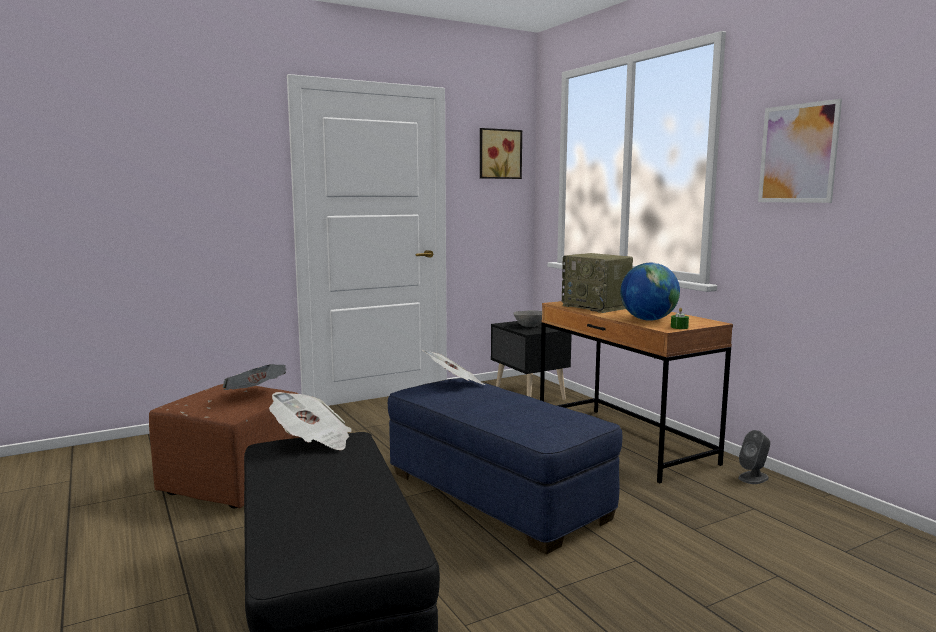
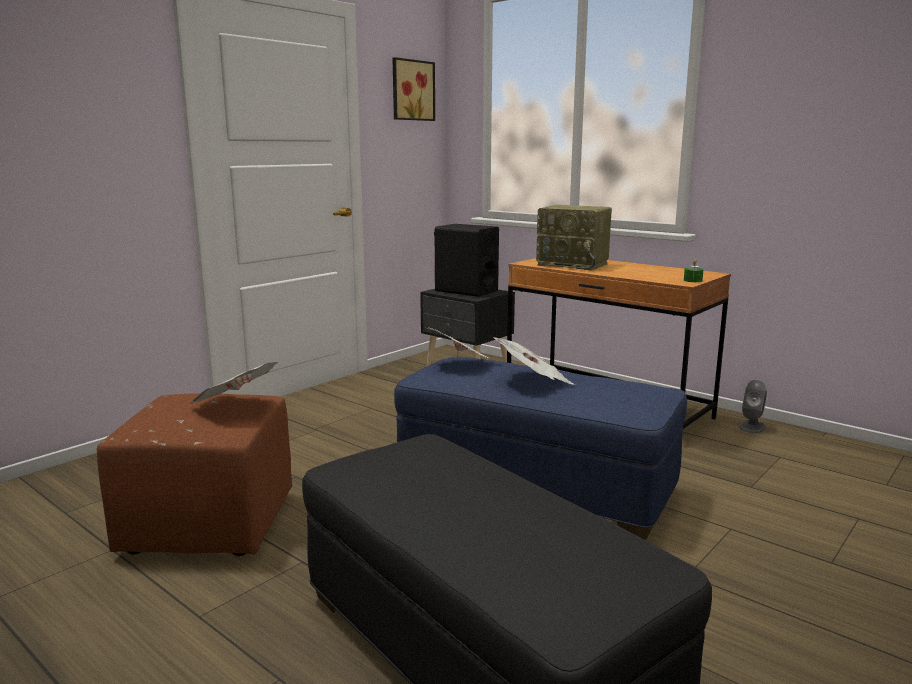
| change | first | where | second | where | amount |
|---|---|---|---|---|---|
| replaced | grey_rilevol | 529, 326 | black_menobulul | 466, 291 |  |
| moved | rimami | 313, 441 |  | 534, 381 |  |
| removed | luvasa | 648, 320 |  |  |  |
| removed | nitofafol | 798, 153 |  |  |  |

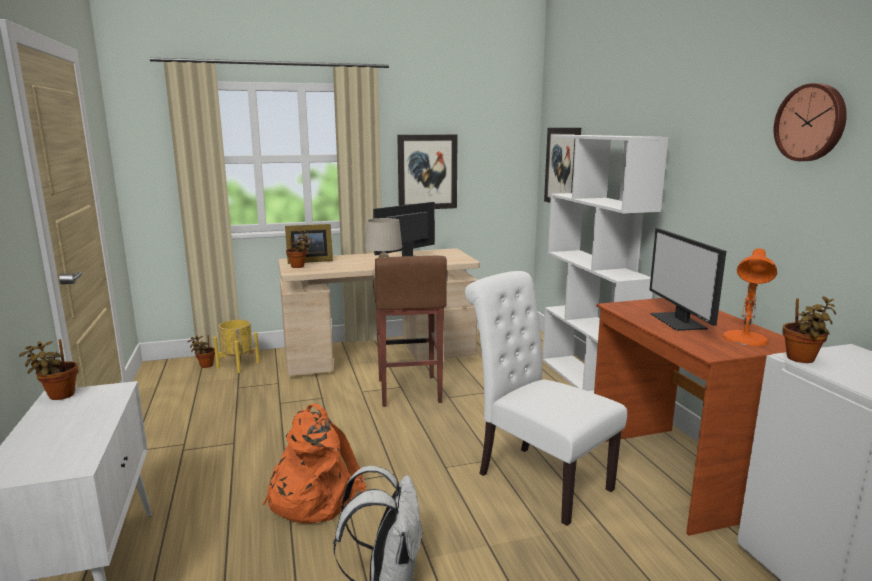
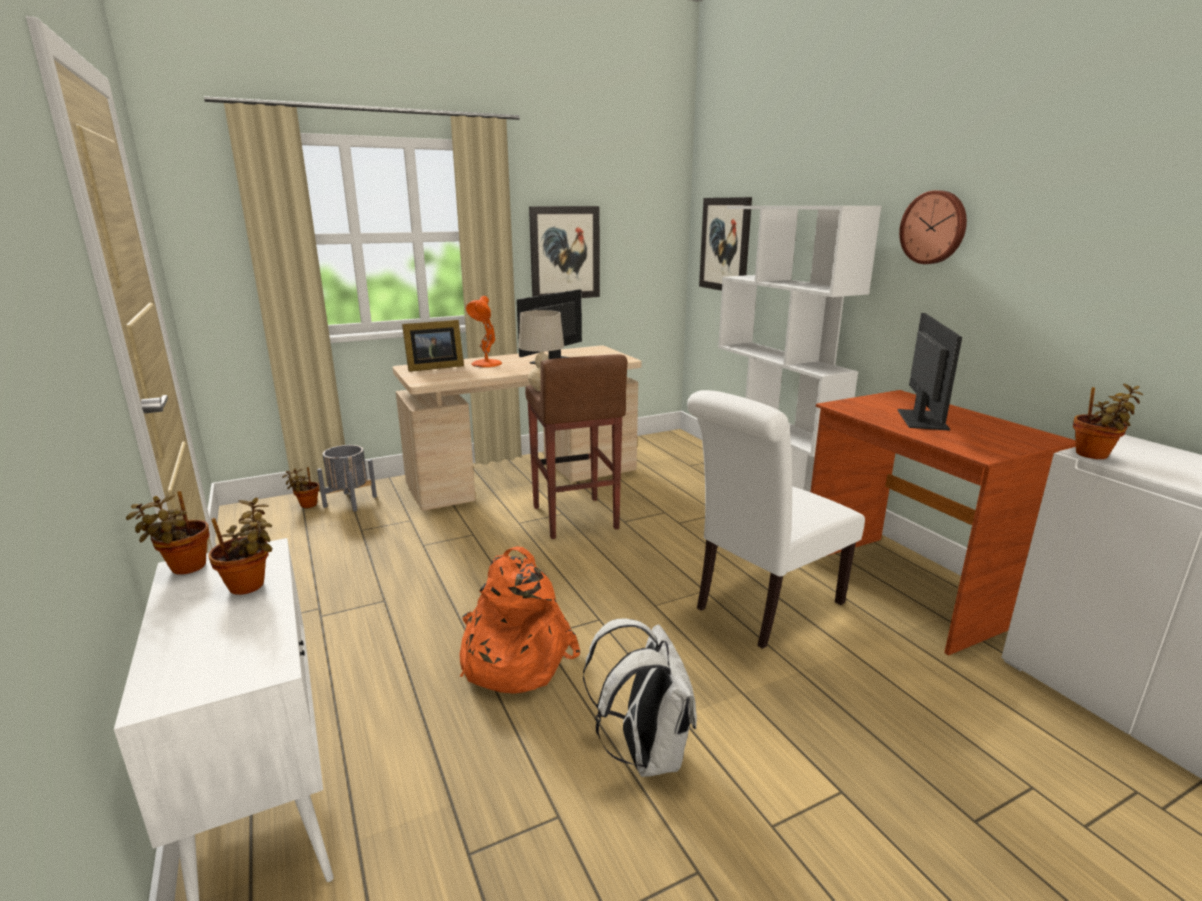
| change | first | where | second | where | amount |
|---|---|---|---|---|---|
| moved | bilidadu | 299, 266 |  | 251, 586 |  |
| recoloured | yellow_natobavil | 238, 365 | grey_natobavil | 350, 501 |  |
| moved | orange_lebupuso | 745, 339 |  | 486, 364 |  |
| turned | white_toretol | 537, 478 |  | 762, 608 | 75 degrees counterclockwise |
| turned | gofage | 679, 321 |  | 920, 419 | 150 degrees counterclockwise |
| moved | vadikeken | 811, 123 |  | 934, 227 |  |

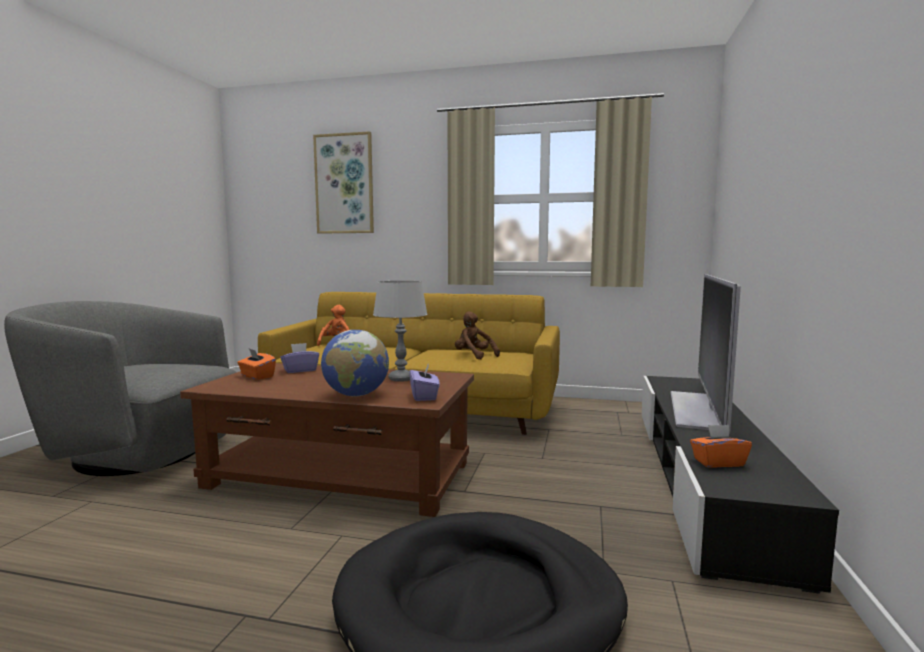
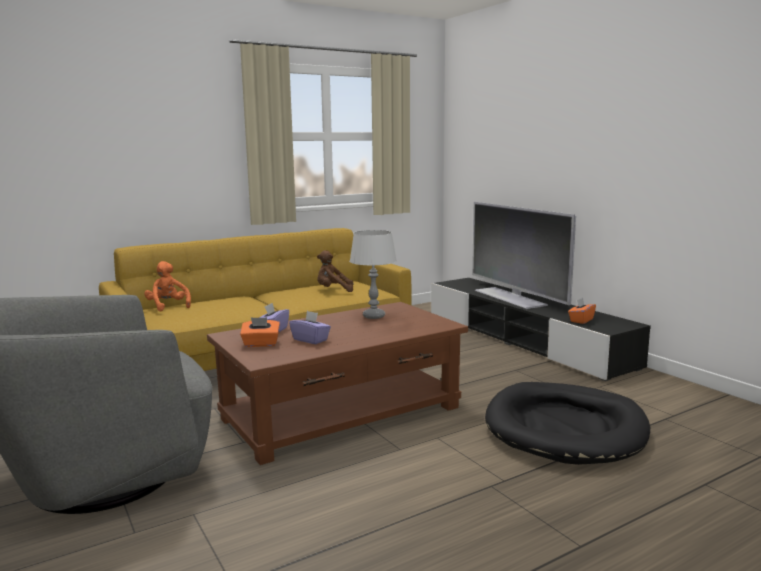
| change | first | where | second | where | amount |
|---|---|---|---|---|---|
| moved | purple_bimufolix | 424, 396 |  | 310, 340 |  |
| removed | nitofafol | 344, 184 |  |  |  |
| removed | luvasa | 356, 395 |  |  |  |

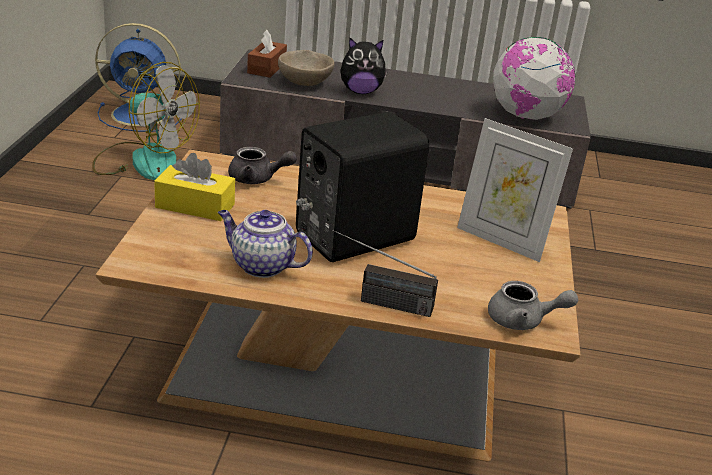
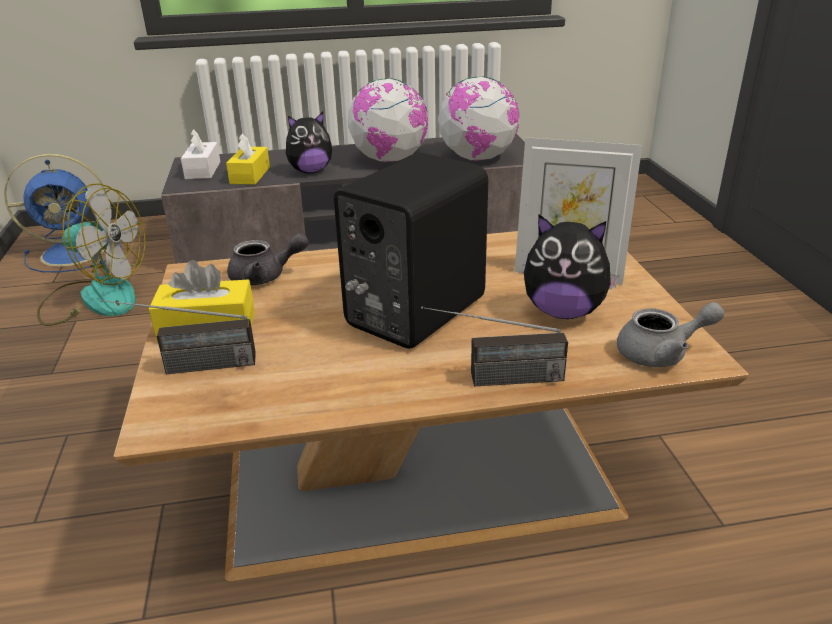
| change | first | where | second | where | amount |
|---|---|---|---|---|---|
| added |  |  | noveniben | 187, 367 |  |
| recoloured | brown_bimufolix | 266, 68 | white_bimufolix | 203, 170 |  |
| replaced | beige_rilevol | 305, 83 | yellow_bimufolix | 250, 175 |  |
| added |  |  | luvasa | 390, 159 |  |
| added |  |  | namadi | 564, 312 |  |
| removed | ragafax | 261, 265 |  |  |  |

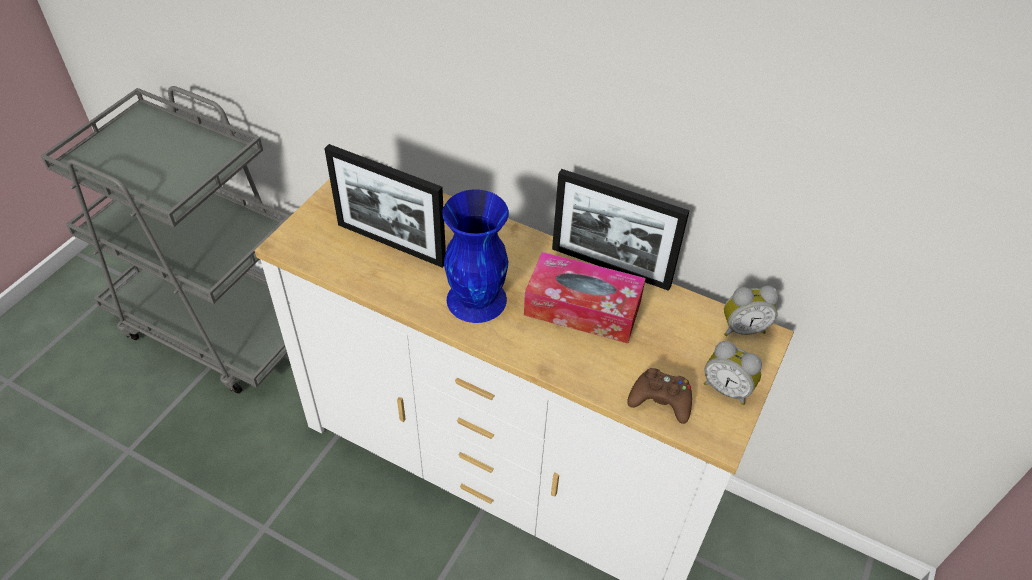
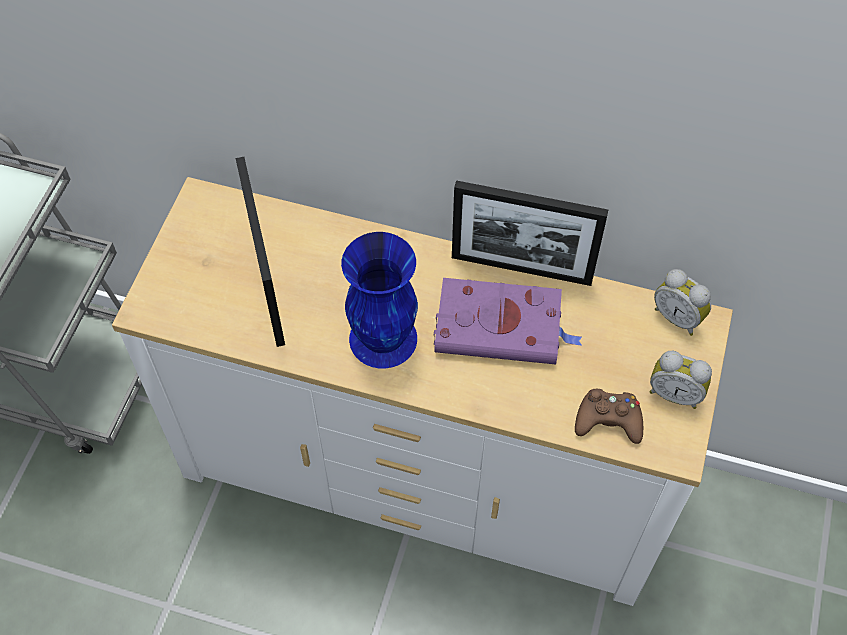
| change | first | where | second | where | amount |
|---|---|---|---|---|---|
| turned | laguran | 391, 243 |  | 267, 286 | 60 degrees clockwise |
| replaced | bimufolix | 582, 308 | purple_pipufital | 502, 327 |  |
| turned | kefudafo | 742, 328 |  | 678, 317 | 60 degrees clockwise |

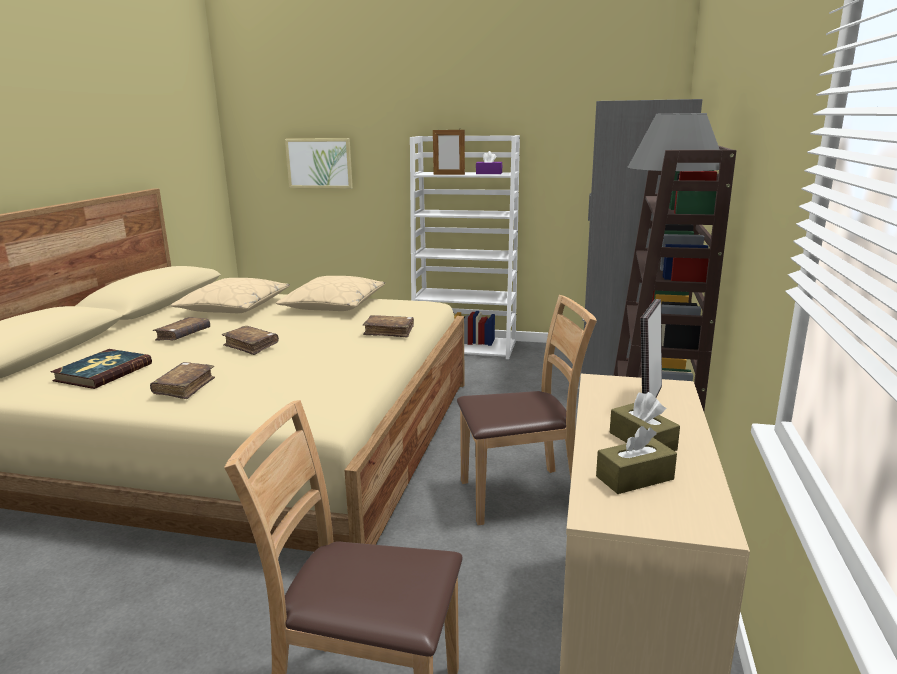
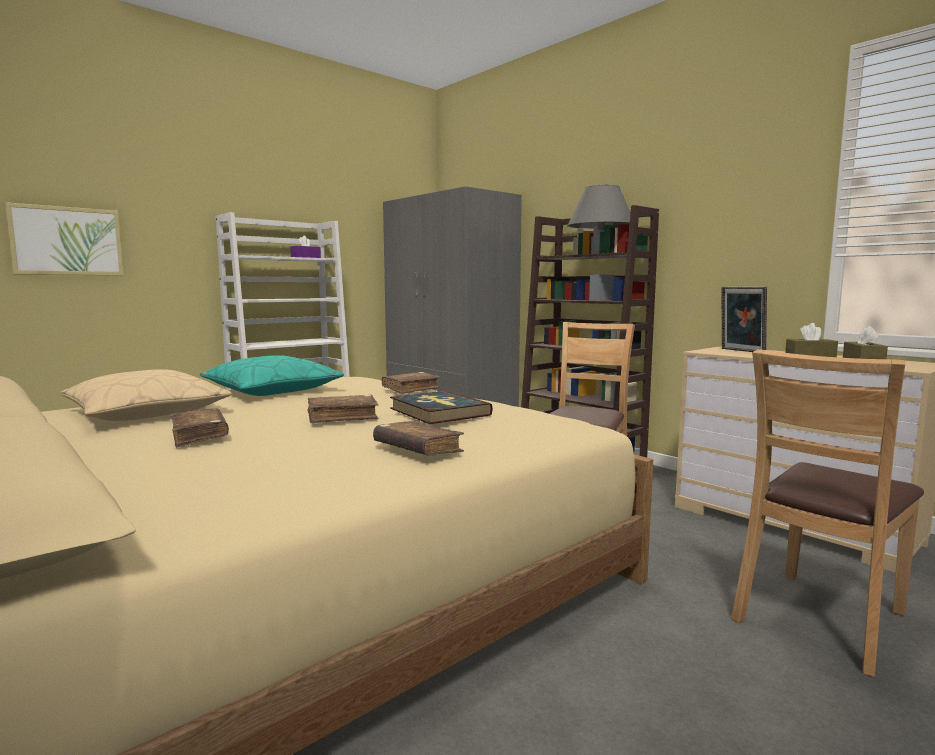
| change | first | where | second | where | amount |
|---|---|---|---|---|---|
| recoloured | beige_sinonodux | 334, 305 | turquoise_sinonodux | 271, 390 |  |
| moved | pipufital | 103, 372 |  | 439, 412 |  |
| removed | laguran | 449, 174 |  |  |  |

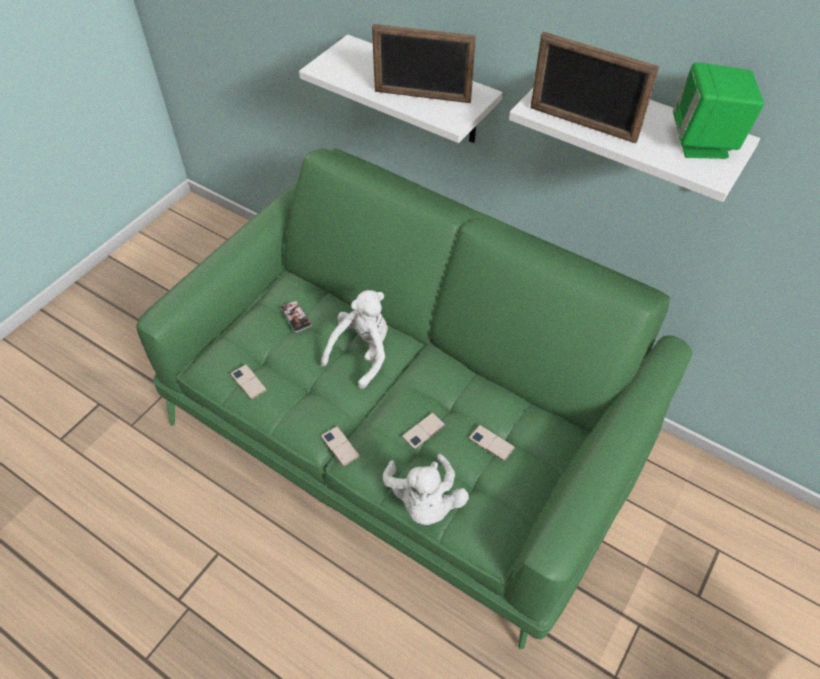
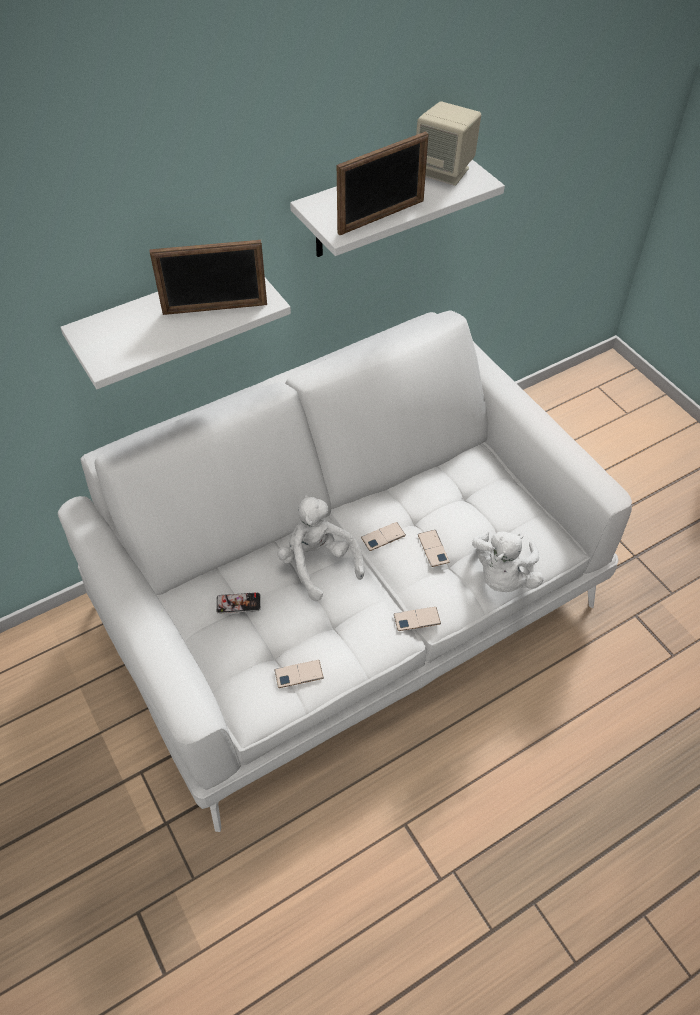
| change | first | where | second | where | amount |
|---|---|---|---|---|---|
| recoloured | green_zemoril | 409, 429 | white_zemoril | 350, 601 |  |
| turned | laguran | 422, 96 |  | 215, 309 | 45 degrees clockwise |
| moved | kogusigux | 491, 443 |  | 383, 536 |  |
| recoloured | green_menobulul | 703, 143 | beige_menobulul | 445, 171 |  |
| turned | white_namadi | 424, 502 |  | 502, 576 | 90 degrees clockwise |

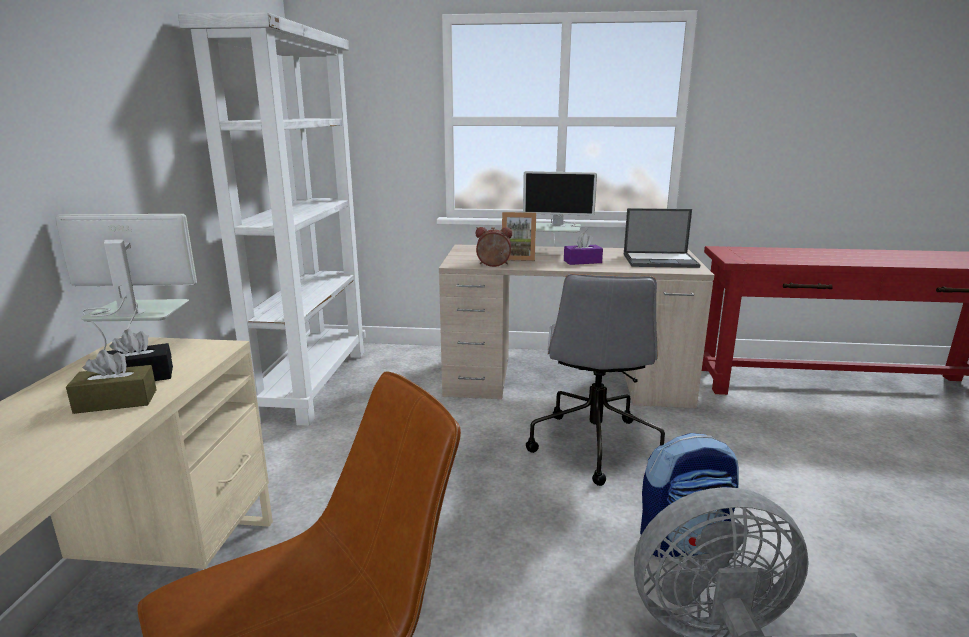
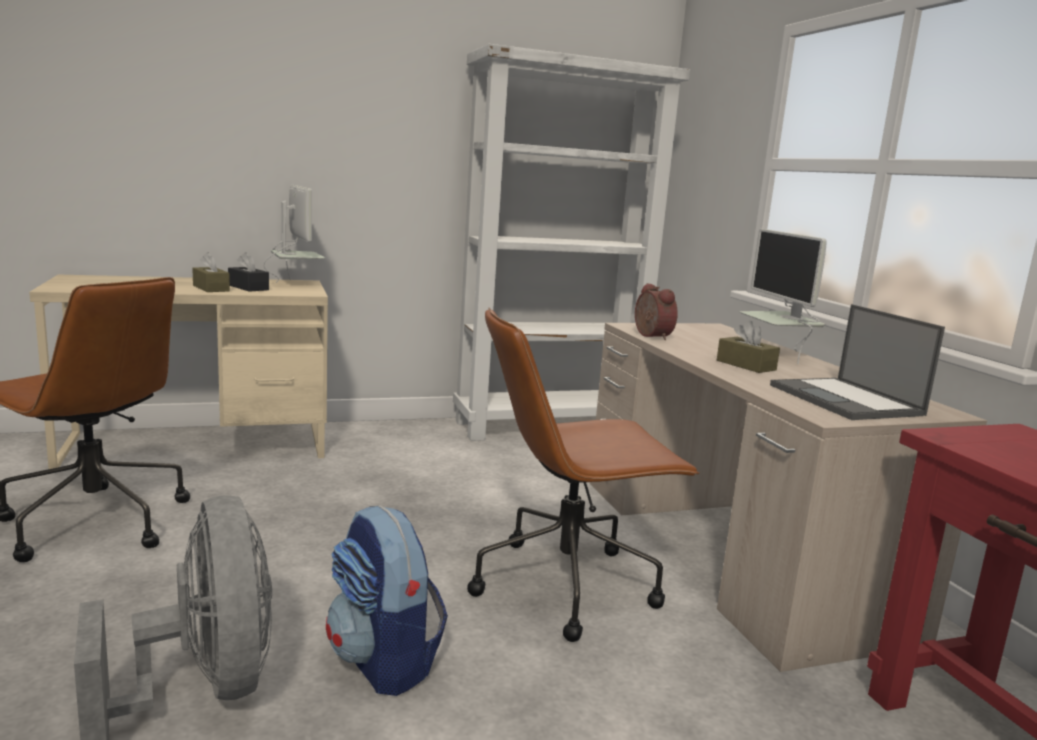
| change | first | where | second | where | amount |
|---|---|---|---|---|---|
| recoloured | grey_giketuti | 593, 444 | brown_giketuti | 568, 584 |  |
| recoloured | purple_bimufolix | 582, 261 | brown_bimufolix | 746, 365 |  |
| removed | laguran | 518, 258 |  |  |  |

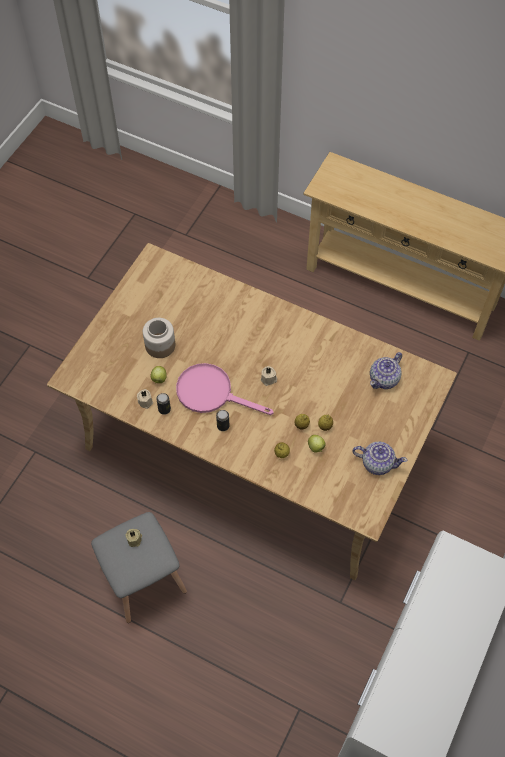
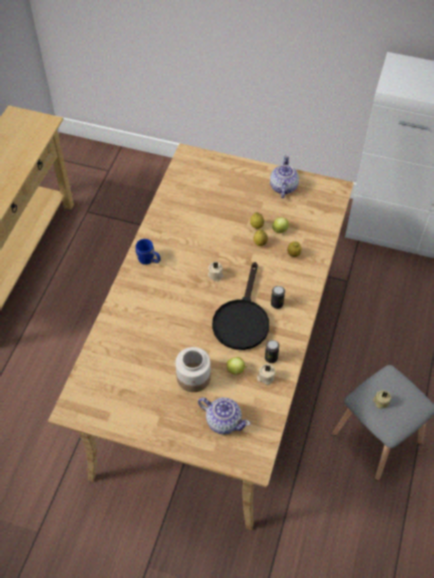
| change | first | where | second | where | amount |
|---|---|---|---|---|---|
| added |  |  | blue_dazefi | 149, 260 |  |
| moved | ragafax | 384, 379 |  | 223, 421 |  |
| recoloured | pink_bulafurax | 212, 393 | black_bulafurax | 242, 319 |  |

